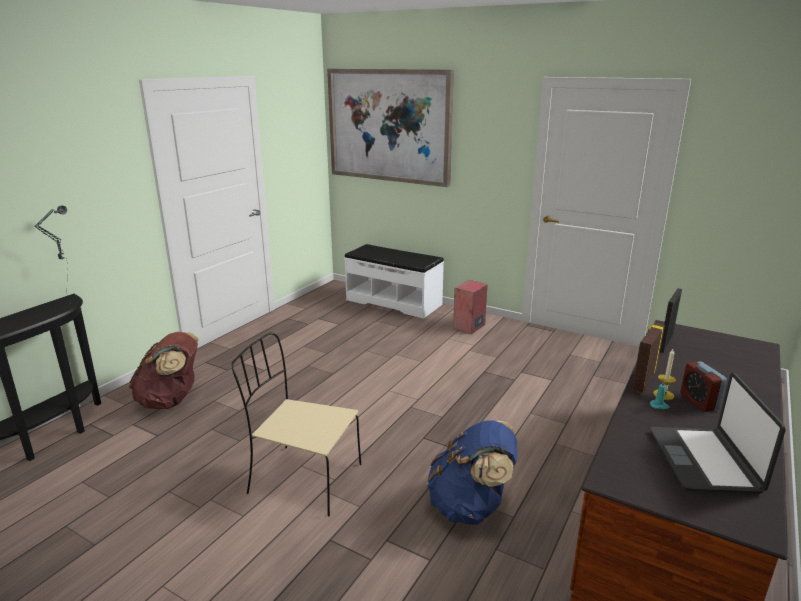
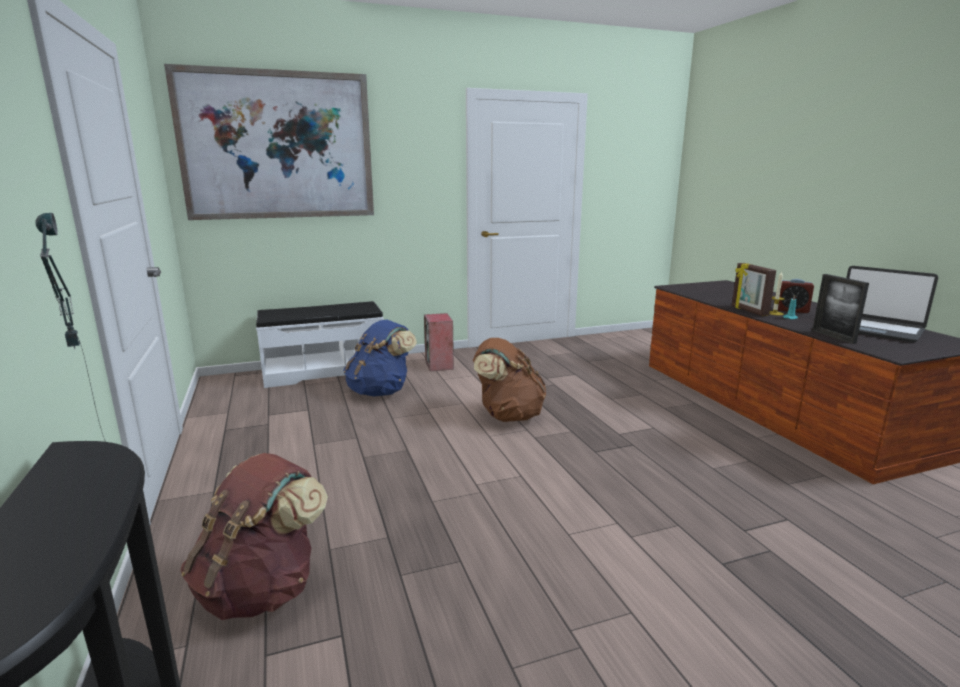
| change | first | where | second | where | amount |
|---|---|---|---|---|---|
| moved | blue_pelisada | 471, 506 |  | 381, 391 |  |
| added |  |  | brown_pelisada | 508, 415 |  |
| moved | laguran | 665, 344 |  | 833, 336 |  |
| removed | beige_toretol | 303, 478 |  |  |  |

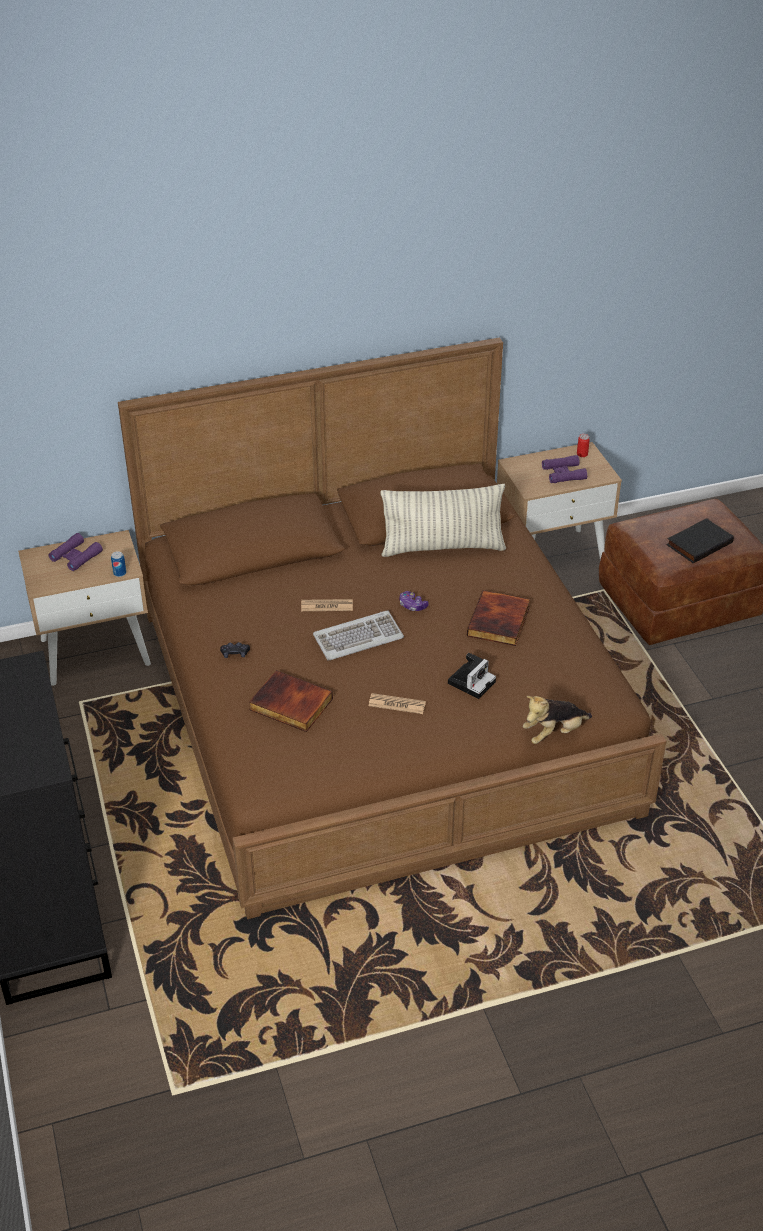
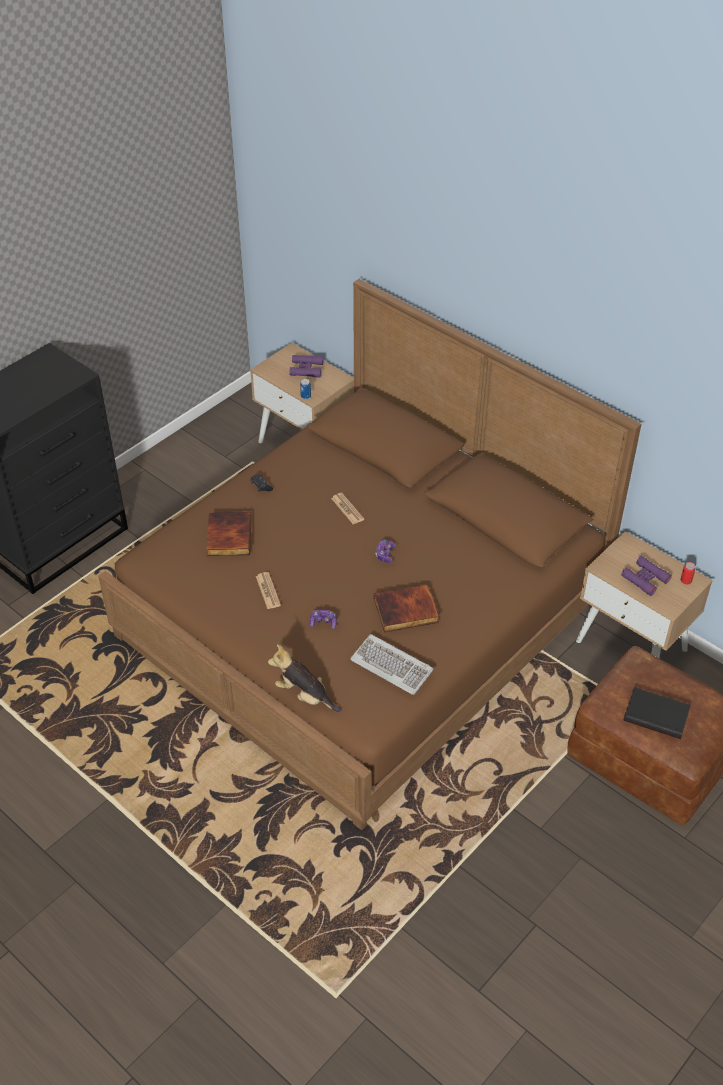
| change | first | where | second | where | amount |
|---|---|---|---|---|---|
| replaced | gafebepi | 472, 681 | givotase | 323, 622 |  |
| moved | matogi | 358, 637 |  | 392, 666 |  |
| removed | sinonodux | 442, 547 |  |  |  |

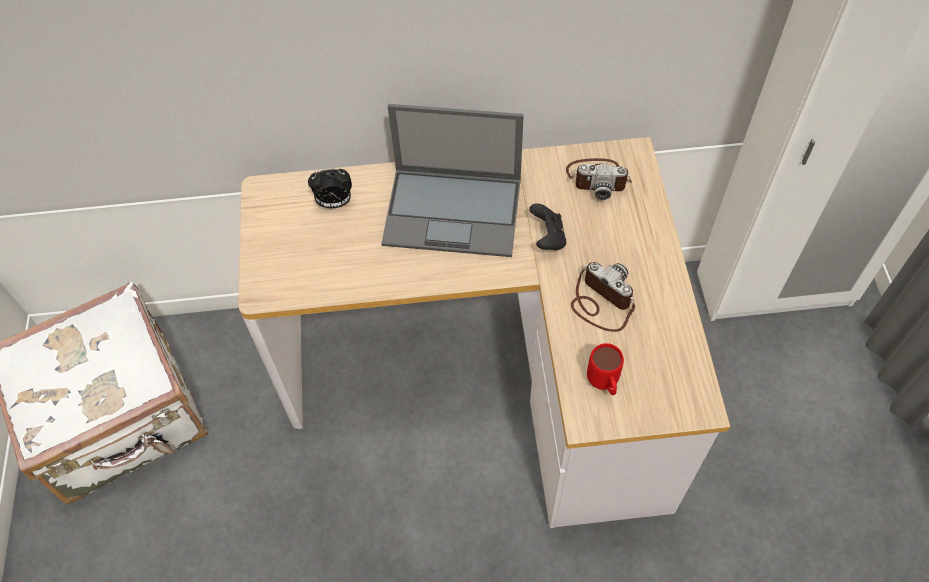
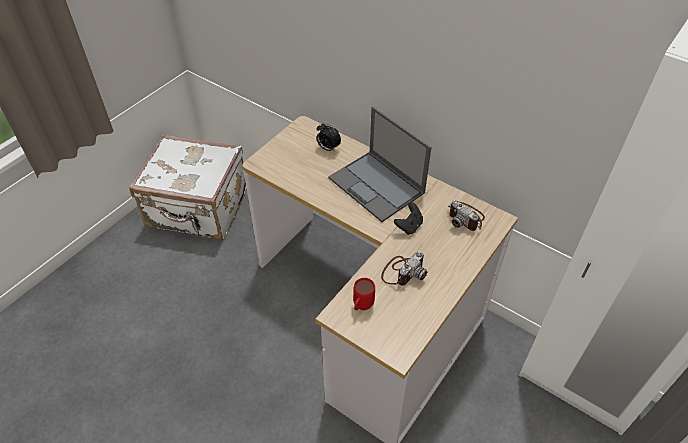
| change | first | where | second | where | amount |
|---|---|---|---|---|---|
| turned | gafebepi | 601, 302 |  | 402, 271 | 45 degrees clockwise |

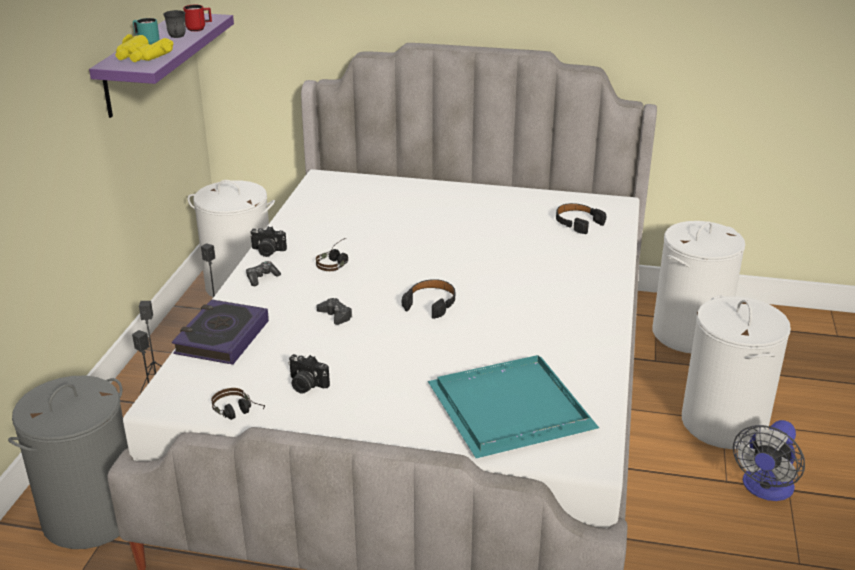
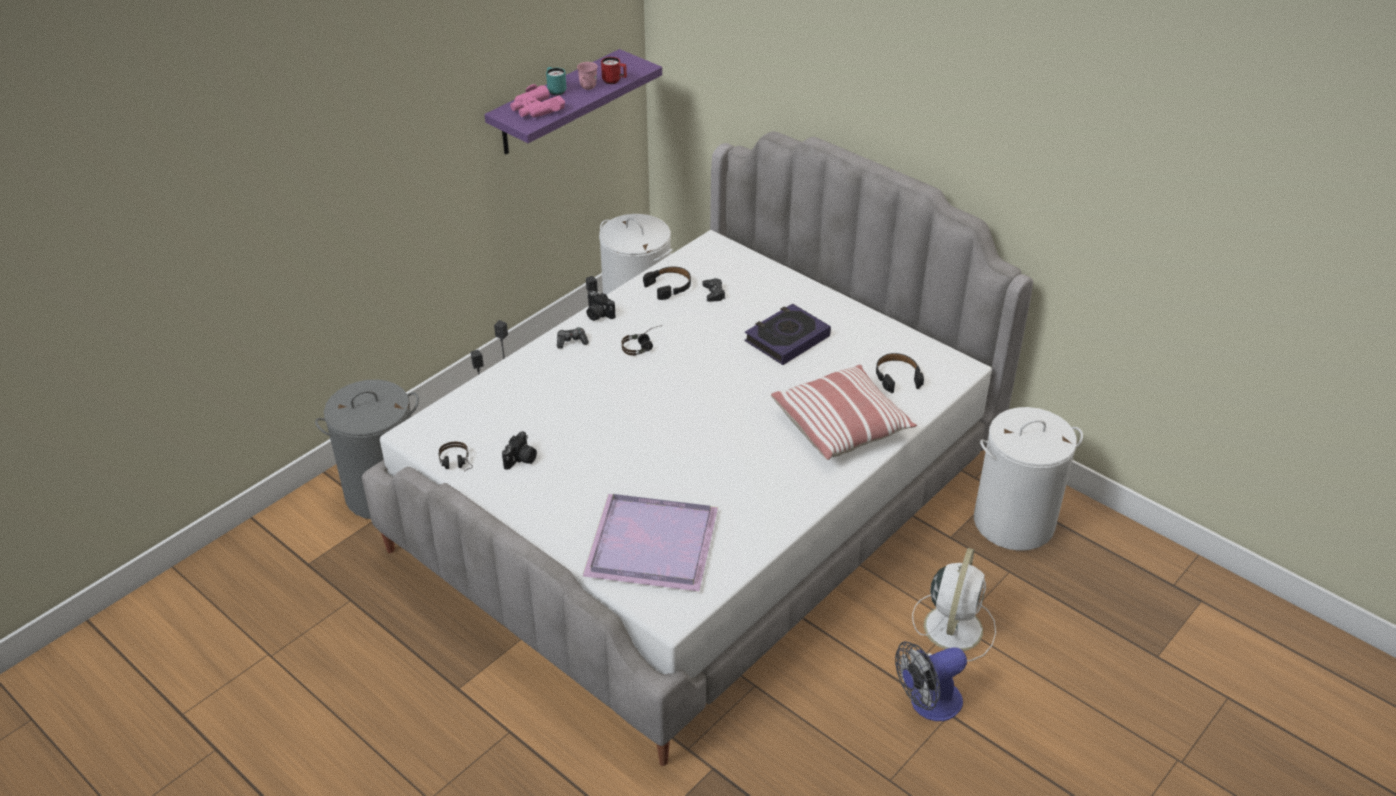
| change | first | where | second | where | amount |
|---|---|---|---|---|---|
| turned | gafebepi | 306, 385 |  | 521, 460 | 120 degrees counterclockwise |
| recoloured | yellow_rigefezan | 142, 57 | pink_rigefezan | 536, 109 |  |
| recoloured | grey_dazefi | 177, 37 | pink_dazefi | 587, 88 |  |
| recoloured | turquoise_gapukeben | 511, 407 | purple_gapukeben | 654, 543 |  |
| moved | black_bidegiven | 431, 303 |  | 669, 287 |  |
| moved | black_givotase | 335, 315 |  | 714, 293 |  |
| moved | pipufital | 221, 337 |  | 787, 339 |  |
| added |  |  | sinonodux | 841, 425 |  |
| replaced | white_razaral | 723, 422 | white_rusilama | 953, 626 |  |

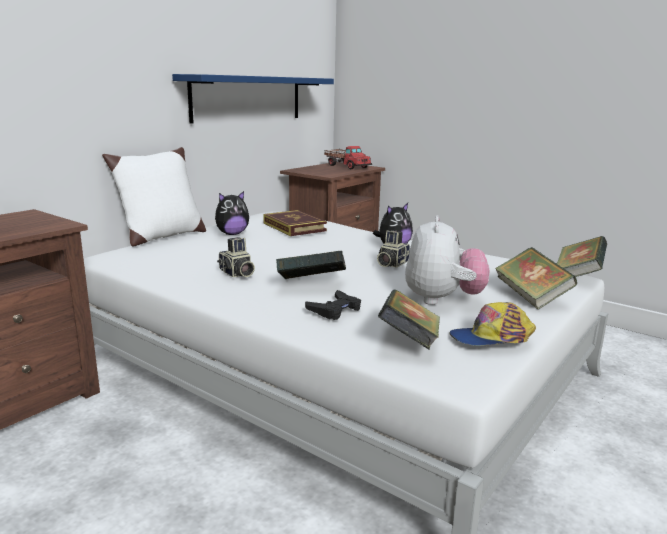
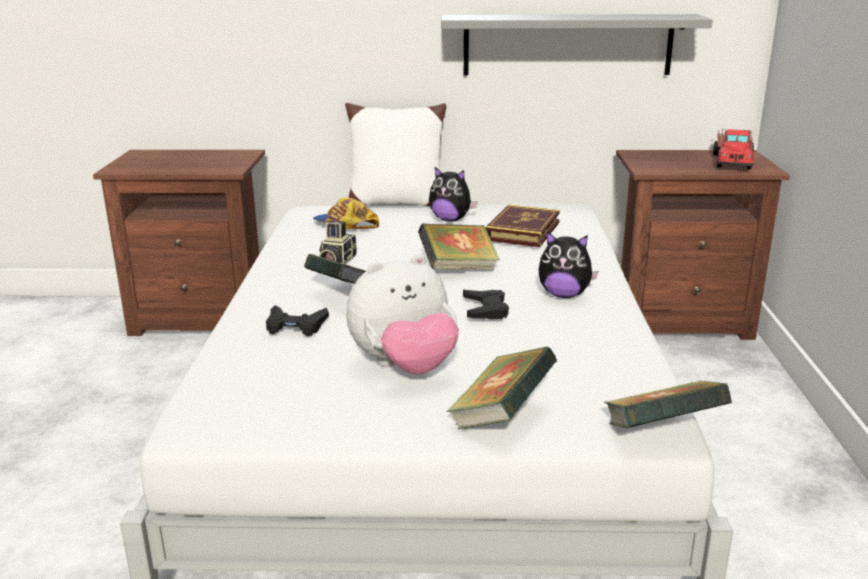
| change | first | where | second | where | amount |
|---|---|---|---|---|---|
| moved | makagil | 491, 339 |  | 345, 225 |  |
| moved | pipufital | 409, 342 |  | 458, 268 |  |
| recoloured | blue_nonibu | 248, 98 | grey_nonibu | 567, 45 |  |
| replaced | gafebepi | 391, 264 | black_givotase | 485, 310 |  |

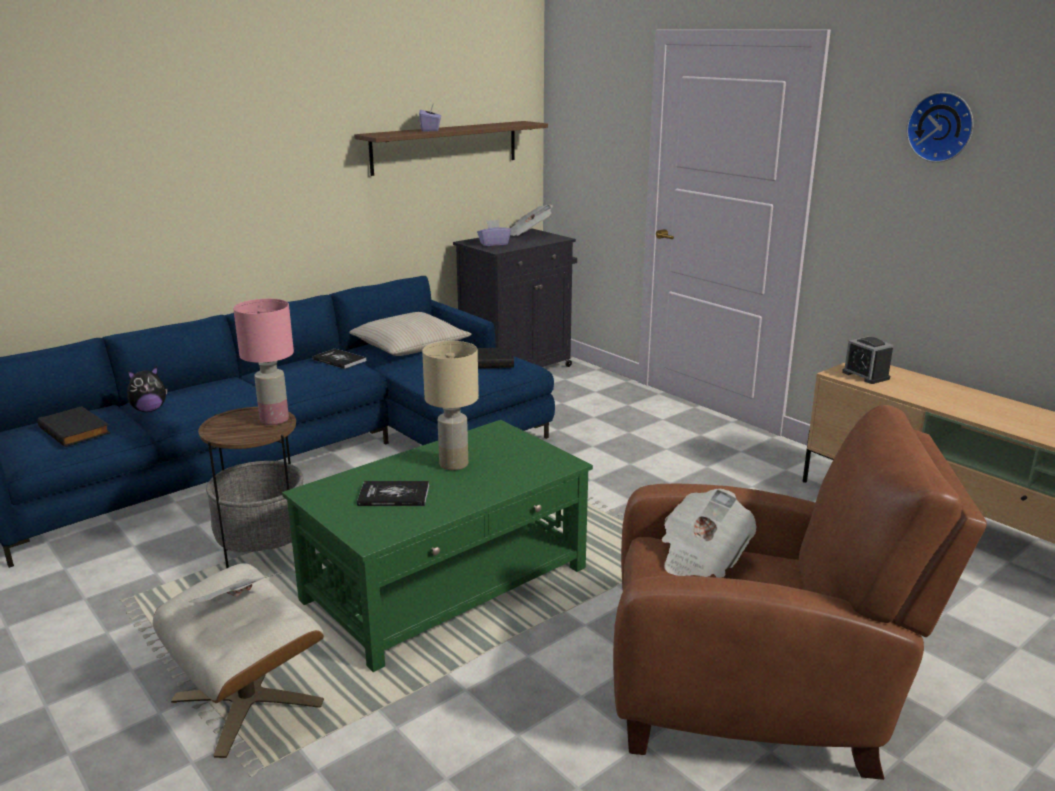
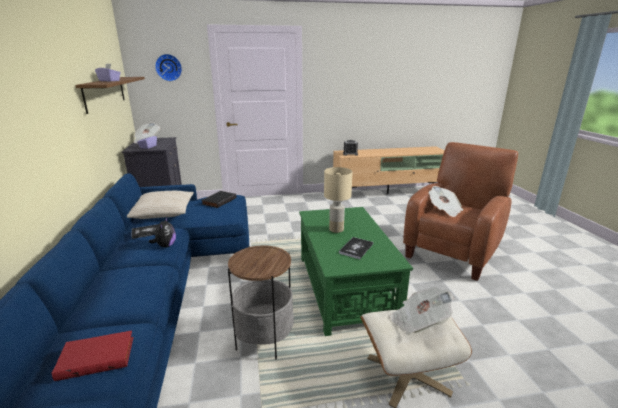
| change | first | where | second | where | amount |
|---|---|---|---|---|---|
| recoloured | black_pipufital | 76, 430 | red_pipufital | 97, 356 |  |
| moved | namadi | 149, 410 |  | 165, 246 |  |
| moved | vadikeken | 941, 127 |  | 169, 67 |  |
| removed | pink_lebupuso | 273, 419 |  |  |  |

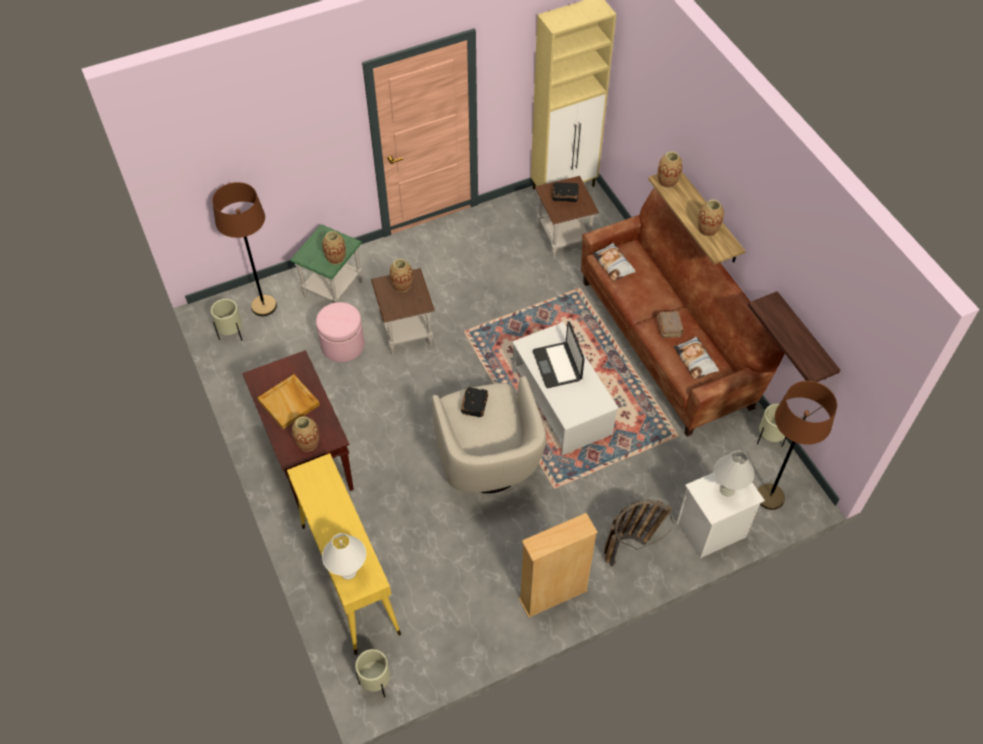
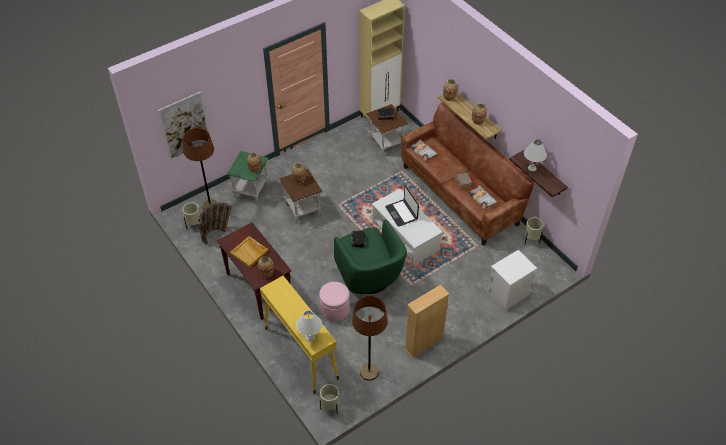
| change | first | where | second | where | amount |
|---|---|---|---|---|---|
| added |  |  | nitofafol | 185, 126 |  |
| moved | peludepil | 632, 545 |  | 217, 233 |  |
| moved | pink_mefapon | 343, 345 |  | 334, 310 |  |
| recoloured | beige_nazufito | 487, 462 | green_nazufito | 369, 276 |  |
| moved | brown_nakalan | 770, 497 |  | 369, 372 |  |
| moved | white_lebupuso | 727, 489 |  | 531, 168 |  |

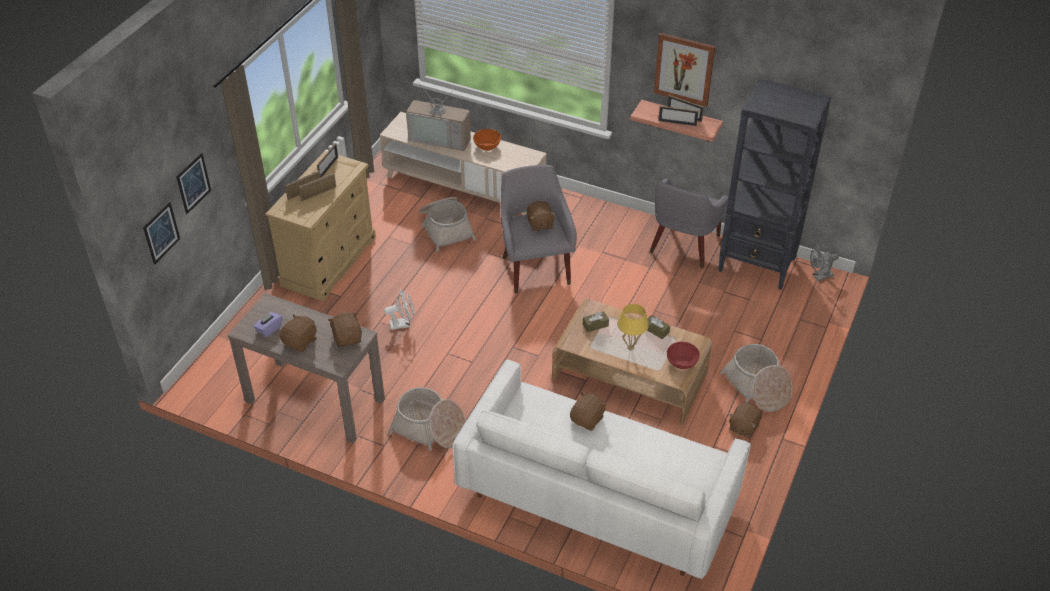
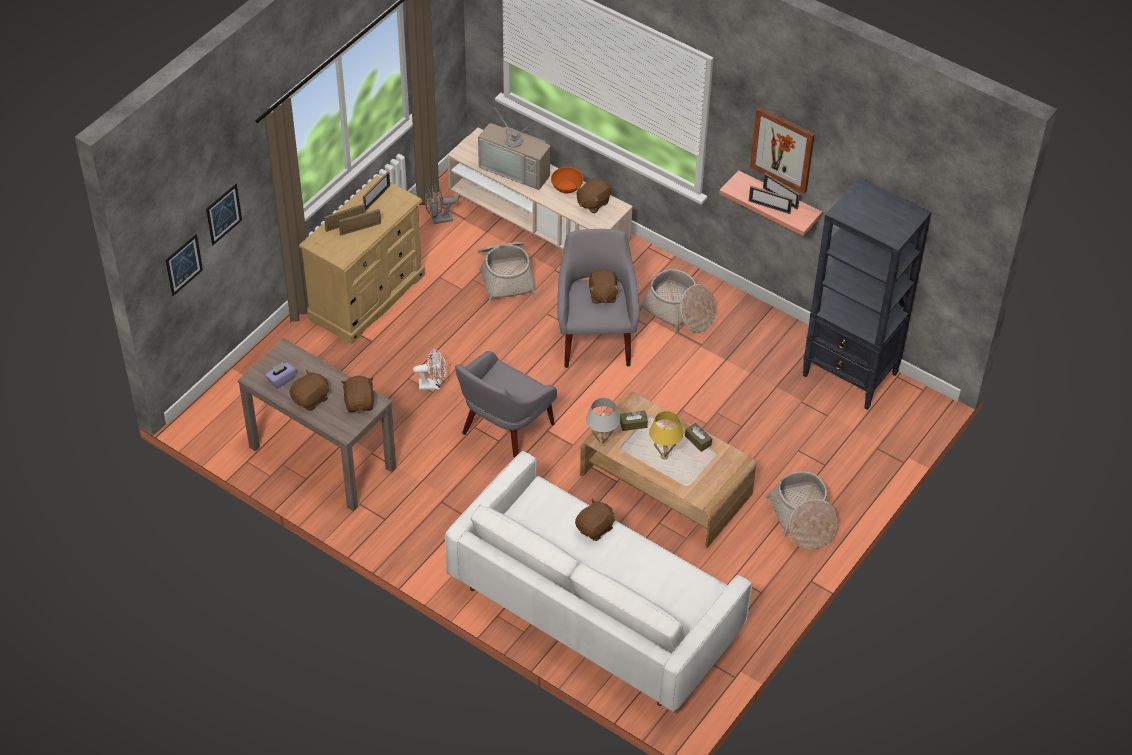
| change | first | where | second | where | amount |
|---|---|---|---|---|---|
| moved | grey_rusilama | 820, 277 |  | 438, 219 |  |
| moved | grey_nazufito | 683, 247 |  | 504, 433 |  |
| moved | brown_namadi | 743, 427 |  | 592, 203 |  |
| added |  |  | white_lebupuso | 602, 442 |  |
| moved | peludepil | 429, 428 |  | 679, 312 |  |
| removed | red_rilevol | 681, 362 |  |  |  |

